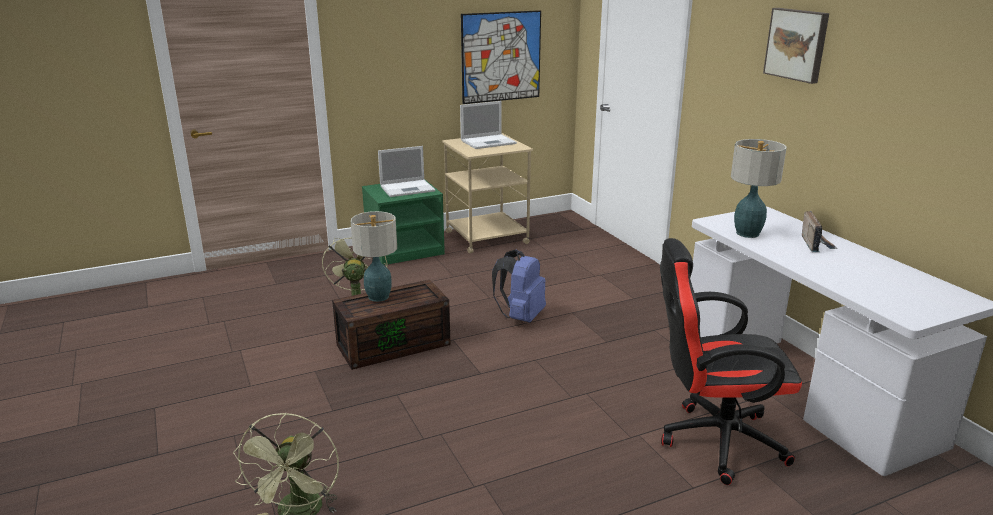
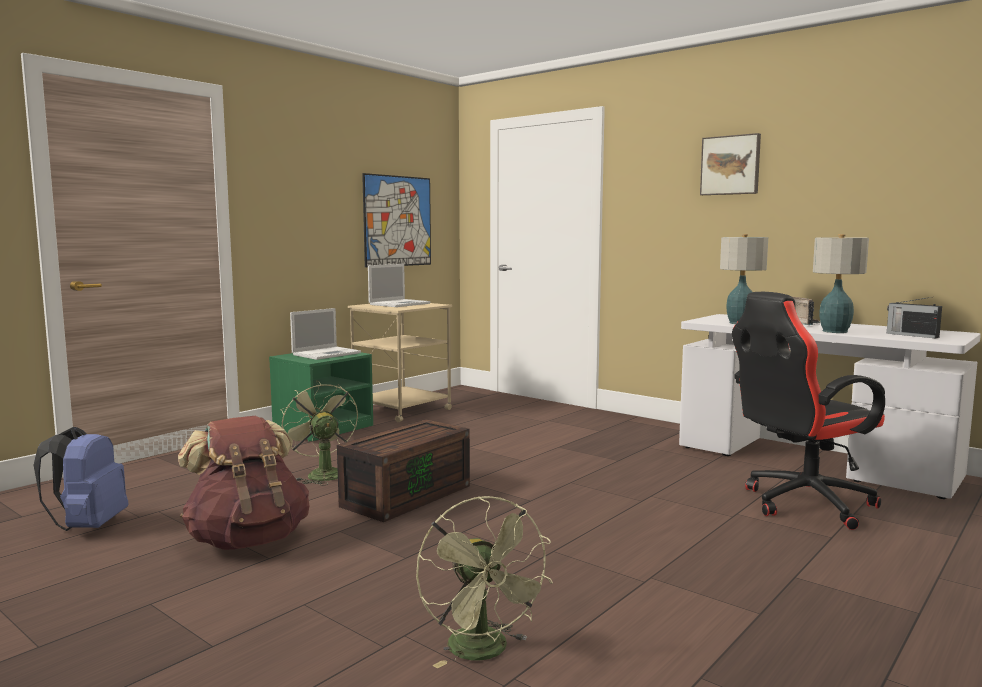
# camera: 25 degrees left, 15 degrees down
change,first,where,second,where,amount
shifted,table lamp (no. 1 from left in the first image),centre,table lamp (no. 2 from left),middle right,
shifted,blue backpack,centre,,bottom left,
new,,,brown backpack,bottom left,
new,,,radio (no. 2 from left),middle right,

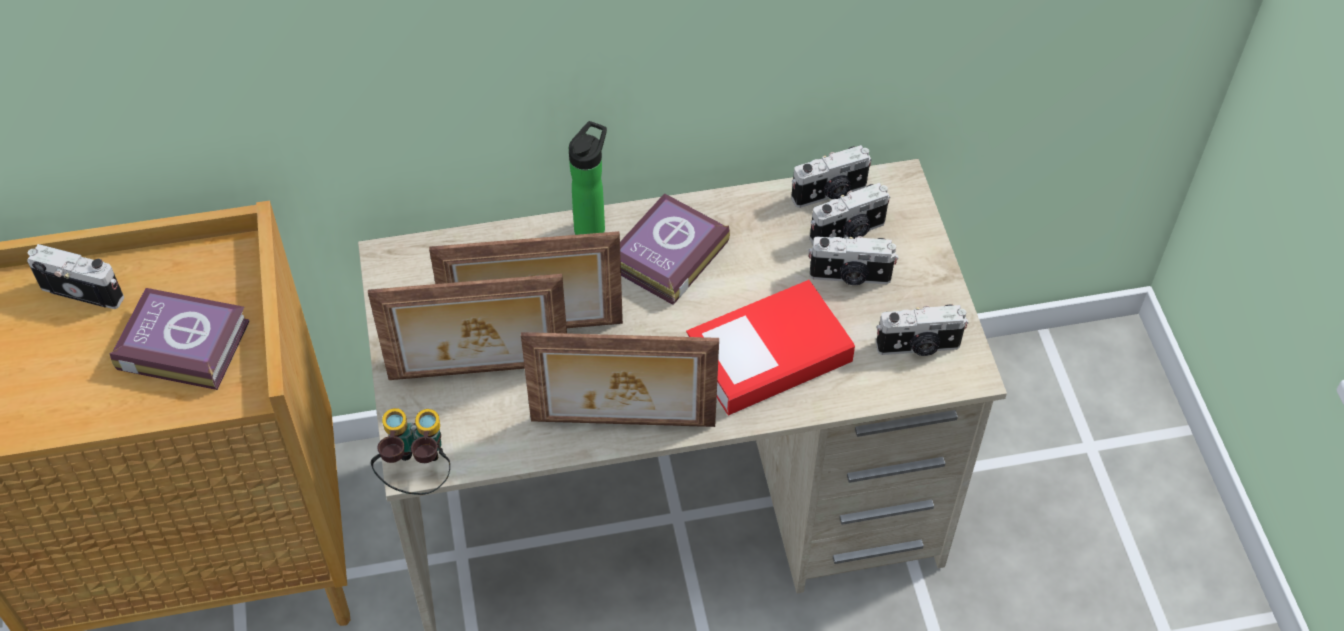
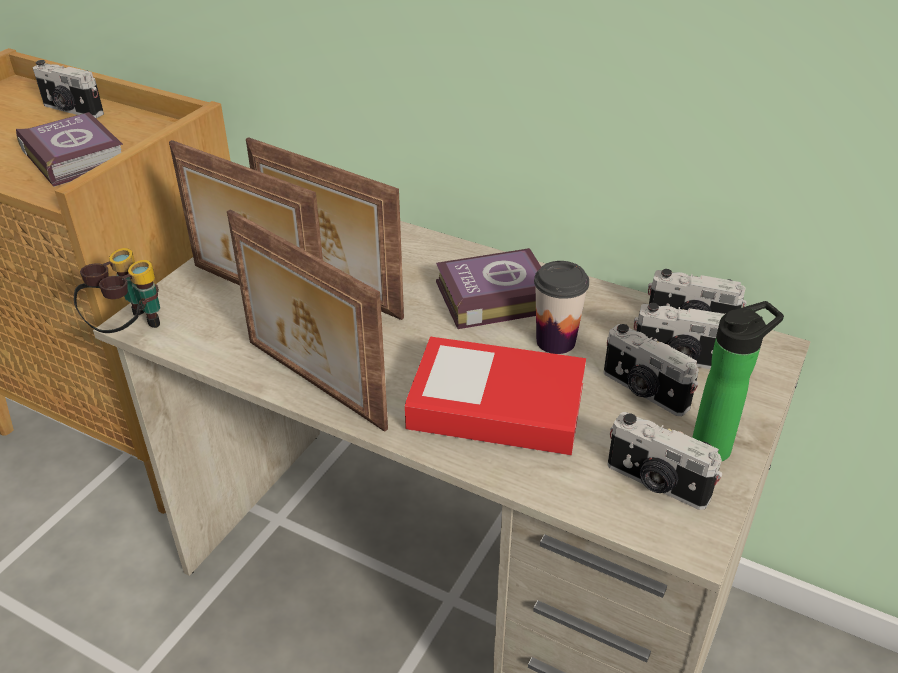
# camera: 40 degrees right, 15 degrees down
change,first,where,second,where,amount
rotated,photo camera (no. 1 from left),middle left,,top left,150 degrees clockwise
shifted,bottle,top centre,,middle right,
new,,,cup,centre,

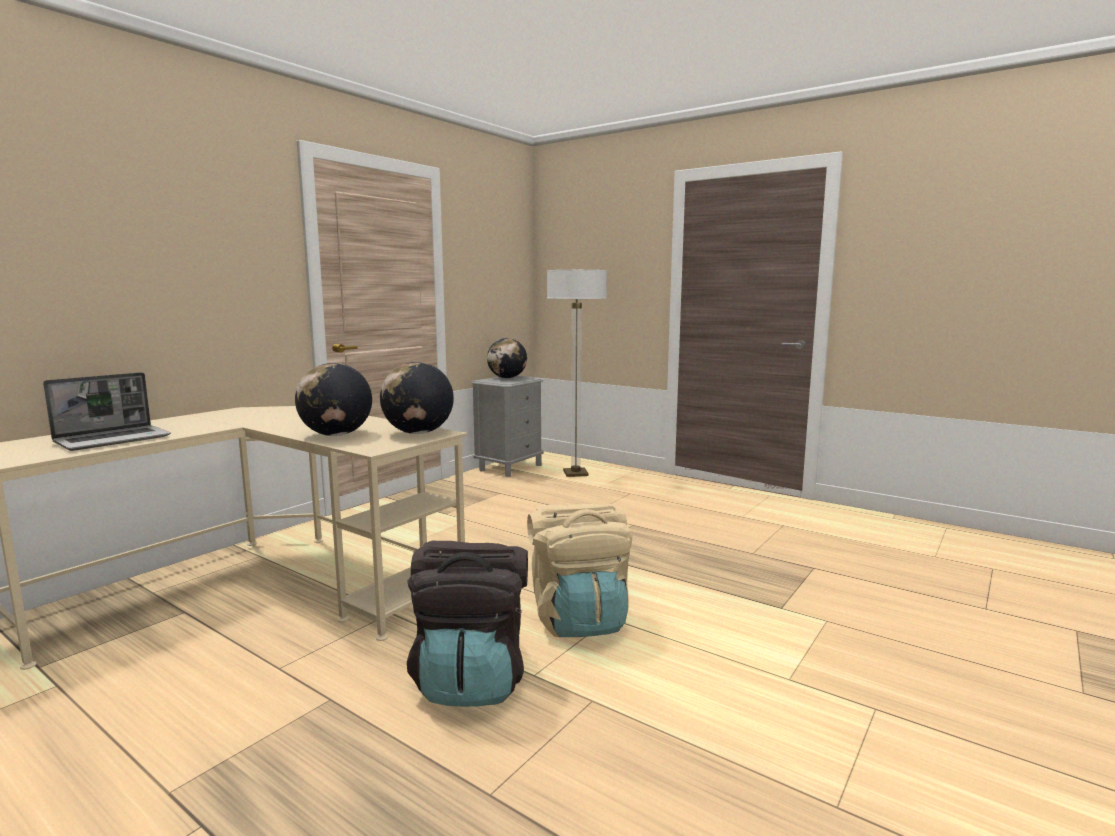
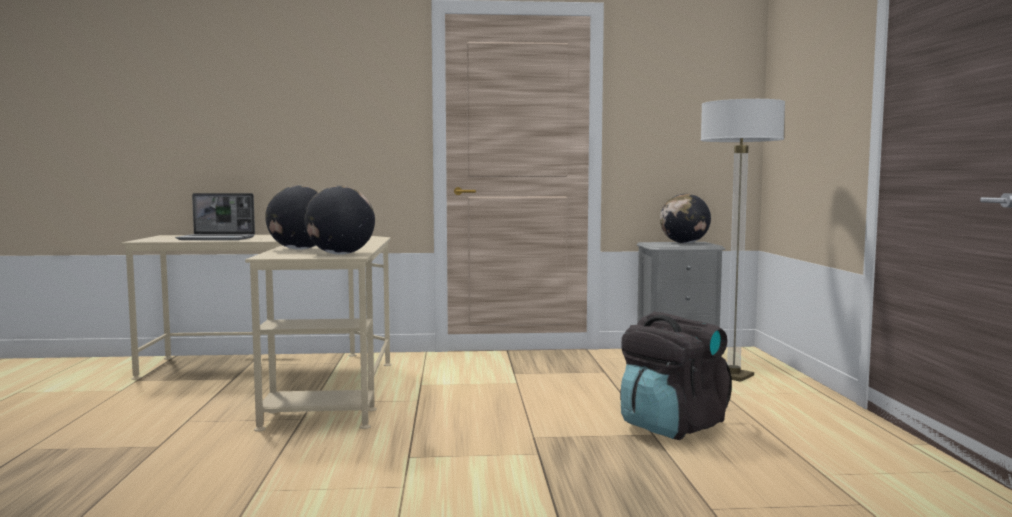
# camera: 50 degrees right, 5 degrees down
change,first,where,second,where,amount
shifted,black backpack,bottom centre,,bottom right,
gone,beige backpack,bottom centre,,,

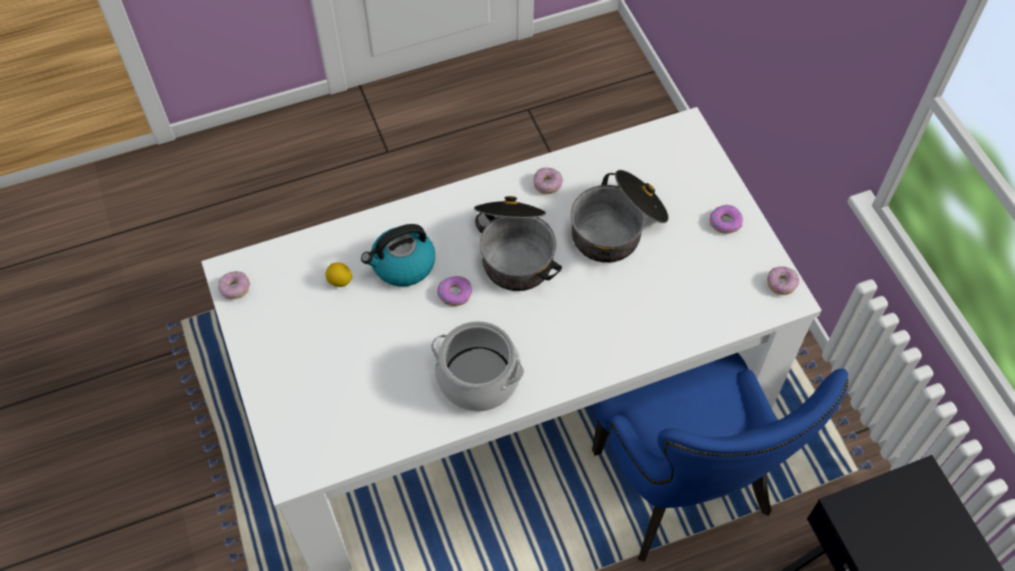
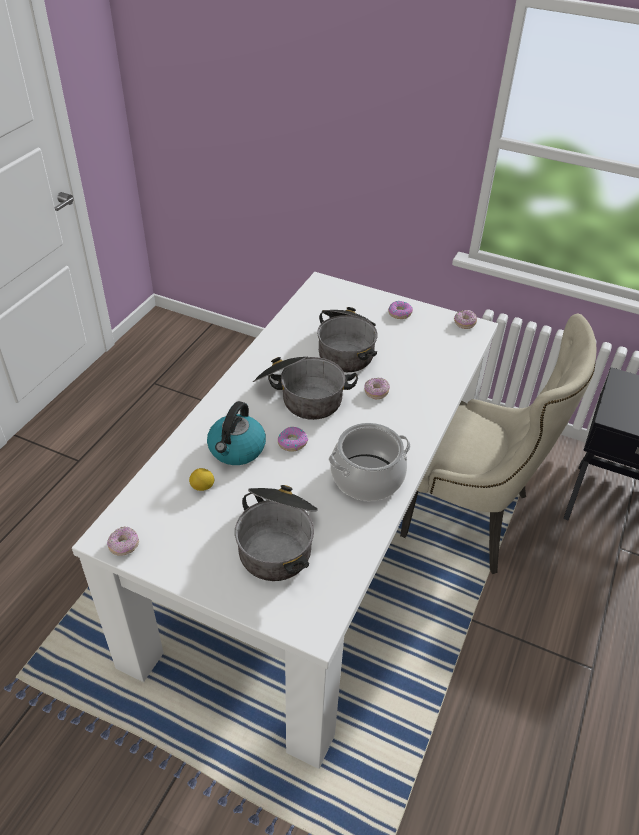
# camera: 45 degrees left, 15 degrees down
change,first,where,second,where,amount
shifted,donut (no. 3 from left),top centre,,centre,
repainted,blue chair,bottom right,beige chair,middle right,
new,,,cooking pot (no. 1 from left),centre,

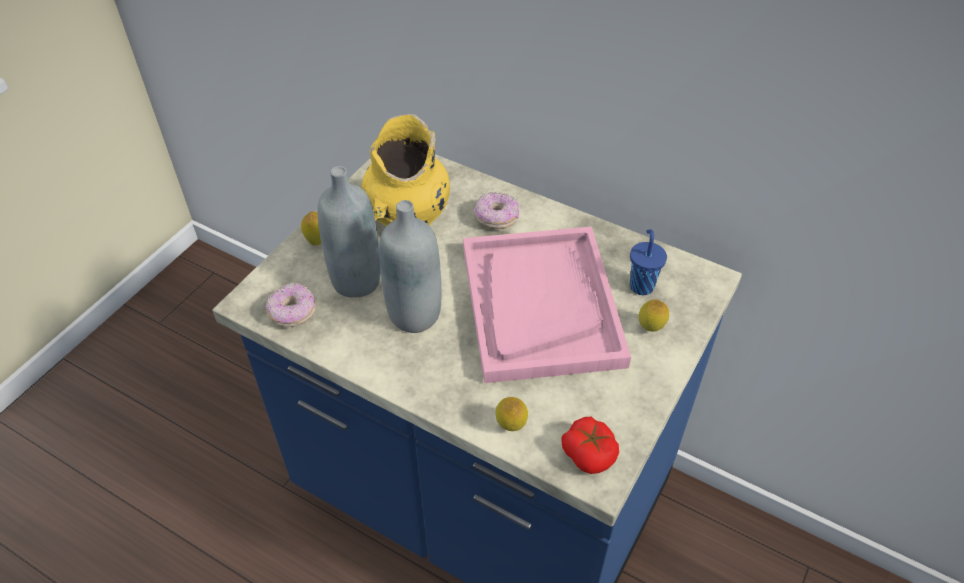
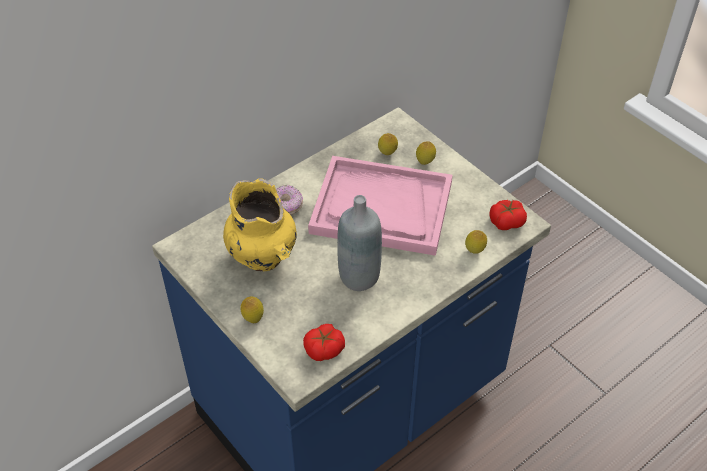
# camera: 70 degrees left, 0 degrees up
change,first,where,second,where,amount
swapped,donut (no. 1 from left),middle left,tomato (no. 1 from left),bottom centre,
gone,grey bottle (no. 1 from left),centre,,,
swapped,blue cup,middle right,lemon (no. 2 from left),top centre,

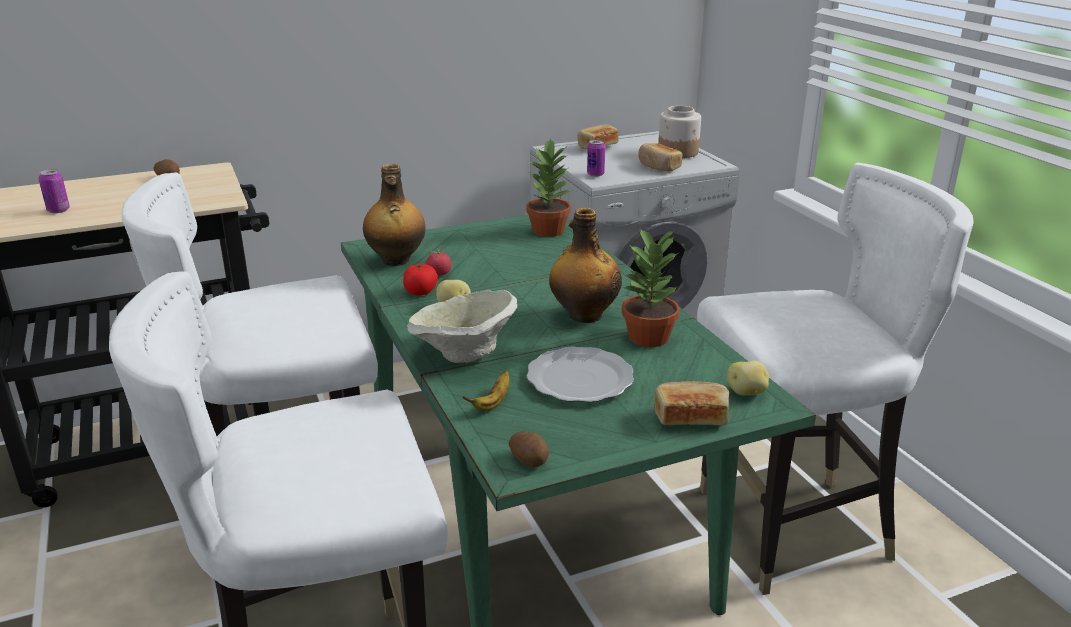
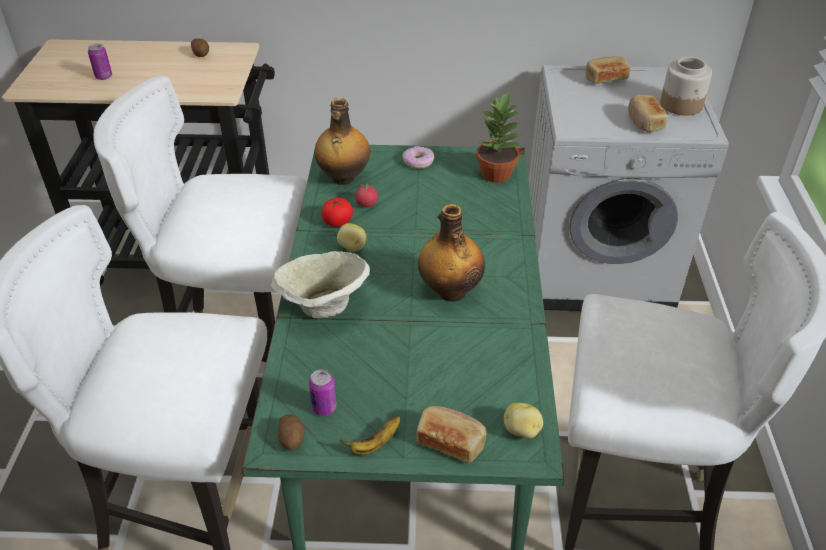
# camera: 25 degrees right, 15 degrees up
change,first,where,second,where,amount
shifted,banana,centre,,bottom centre,
gone,plate,centre,,,
shifted,can (no. 2 from left),top centre,,bottom centre,
gone,potted plant (no. 2 from left),centre,,,
new,,,donut,top centre,

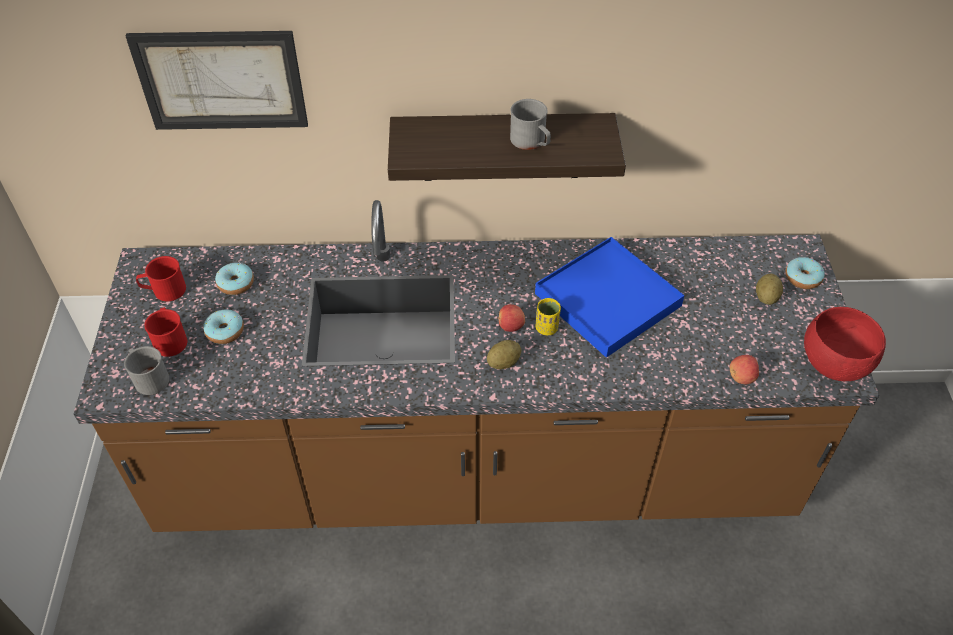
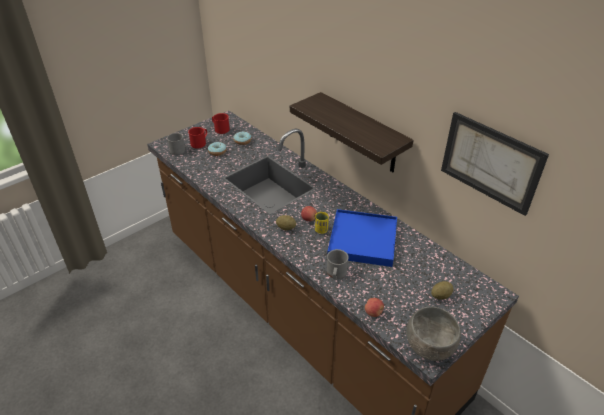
# camera: 50 degrees right, 10 degrees down
change,first,where,second,where,amount
shifted,picture,top left,,middle right,
shifted,grey mug (no. 2 from left),top centre,,centre,
gone,donut (no. 3 from left),middle right,,,
repainted,red bowl,middle right,grey bowl,bottom right,

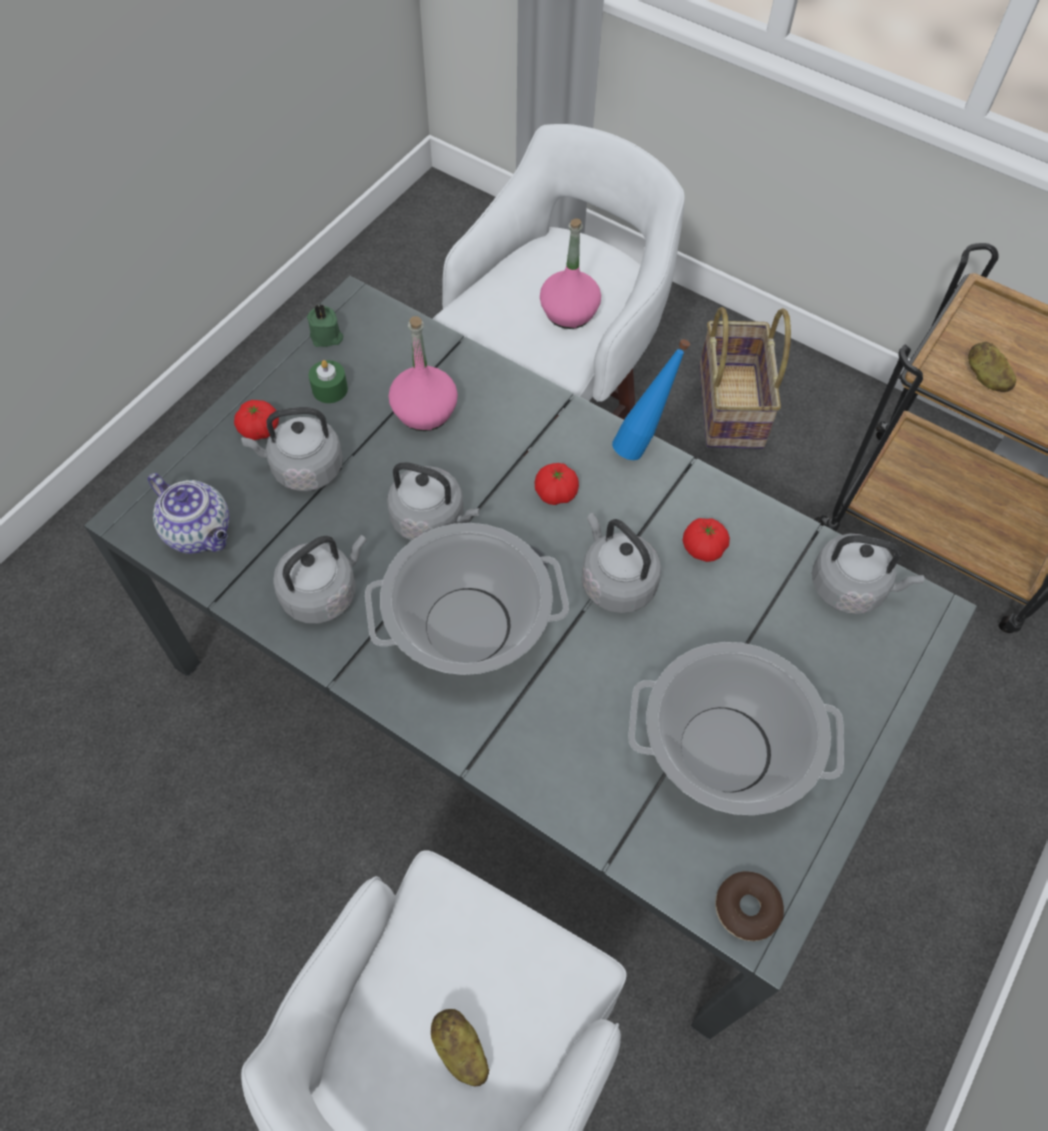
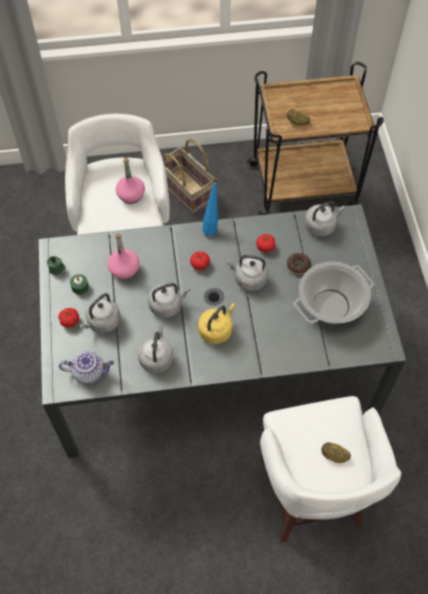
# camera: 40 degrees left, 0 degrees up
change,first,where,second,where,amount
swapped,cooking pot (no. 1 from left),centre,yellow kettle,centre,
shifted,donut,bottom right,,middle right,

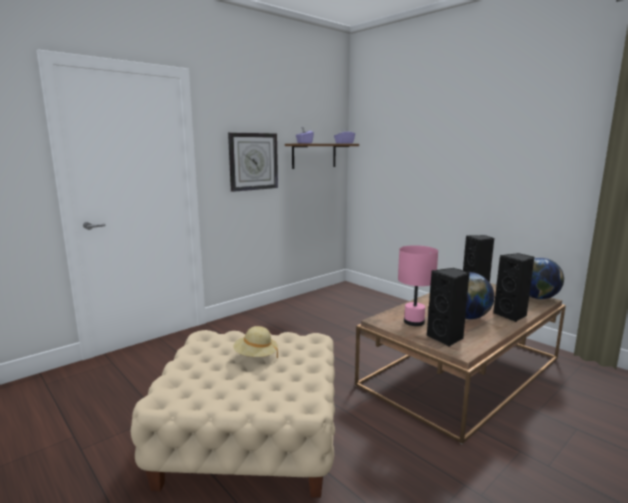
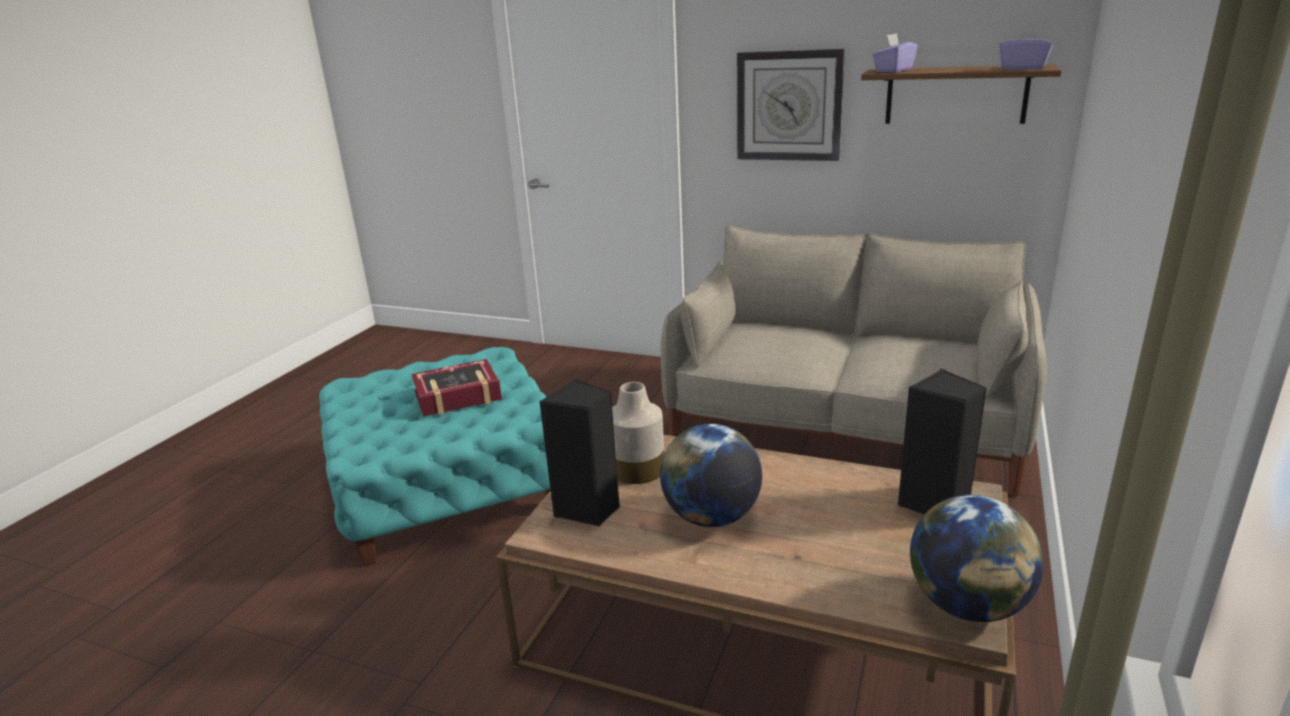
# camera: 65 degrees right, 10 degrees up
change,first,where,second,where,amount
repainted,beige ottoman,bottom centre,turquoise ottoman,centre,
swapped,beige hat,bottom centre,book,centre,
swapped,pink table lamp,centre,beige vase,centre,
gone,black speaker (no. 3 from left),middle right,,,
new,,,beige sofa,centre,

